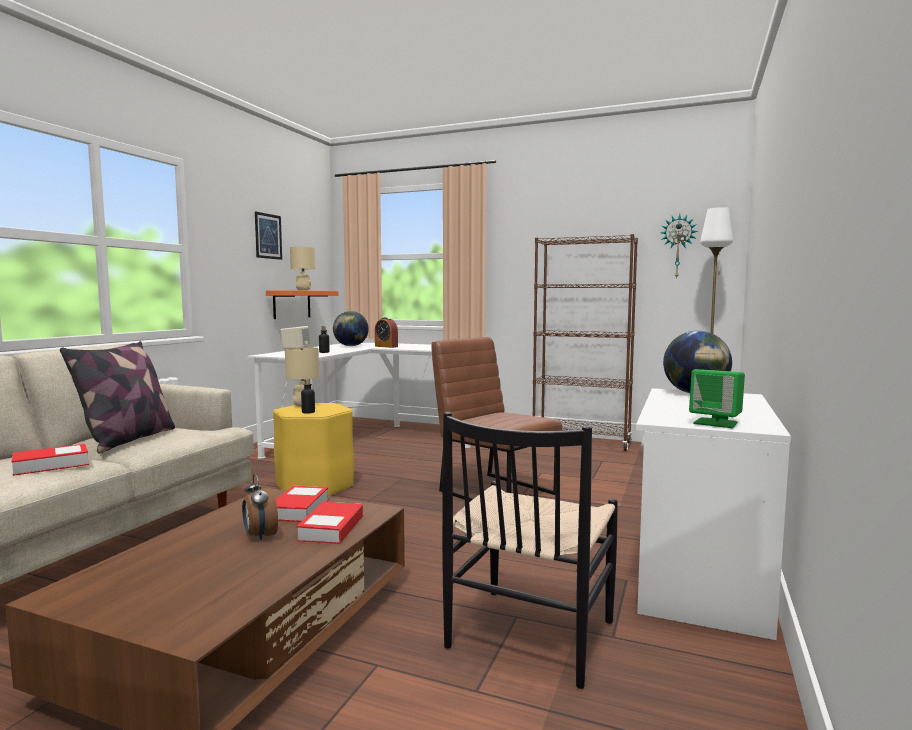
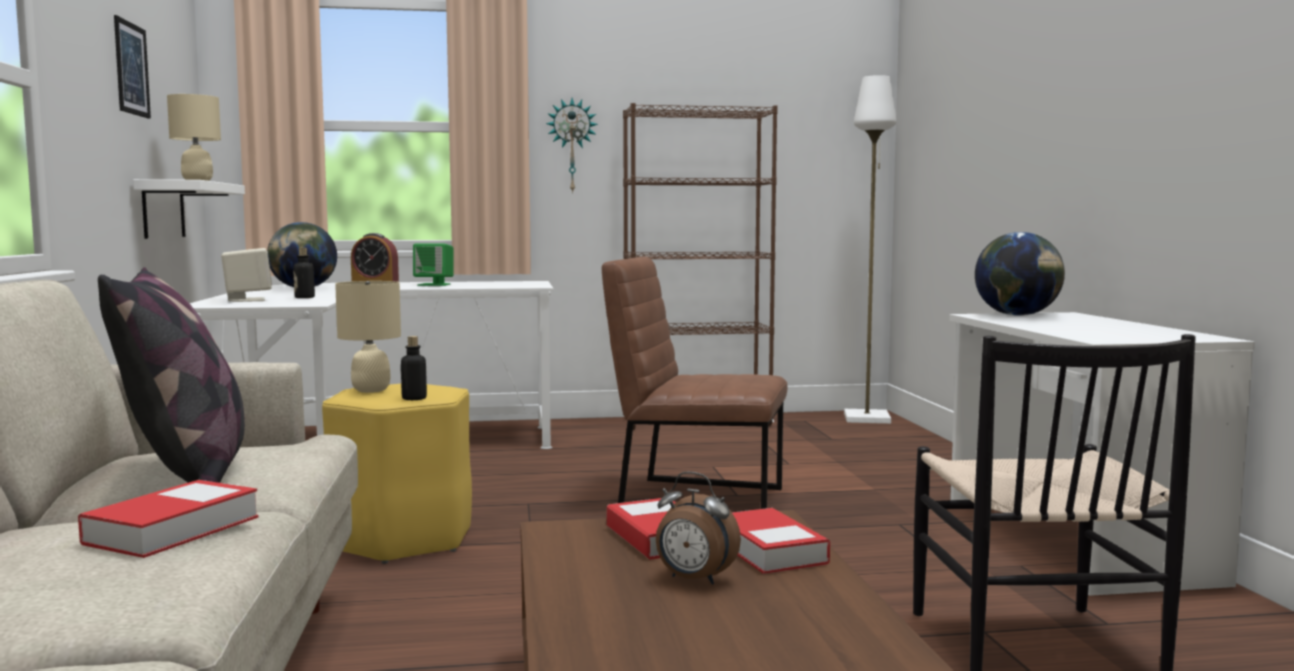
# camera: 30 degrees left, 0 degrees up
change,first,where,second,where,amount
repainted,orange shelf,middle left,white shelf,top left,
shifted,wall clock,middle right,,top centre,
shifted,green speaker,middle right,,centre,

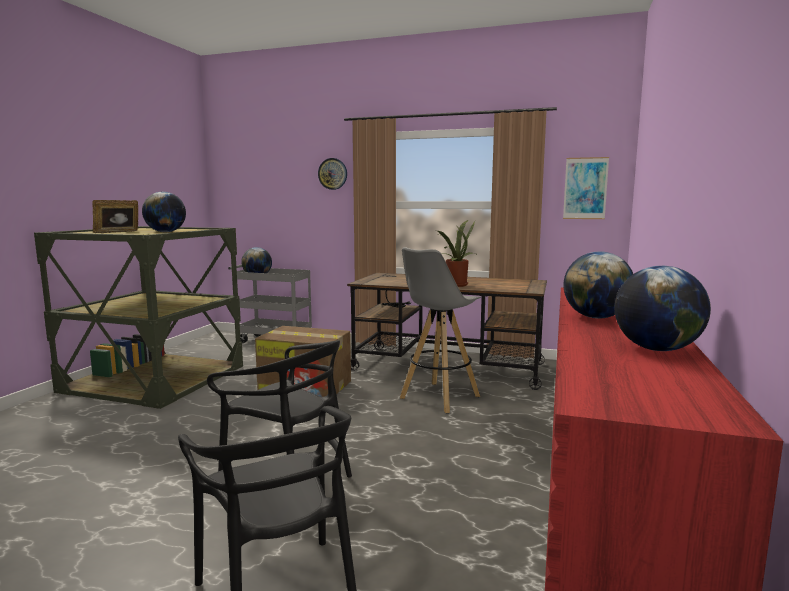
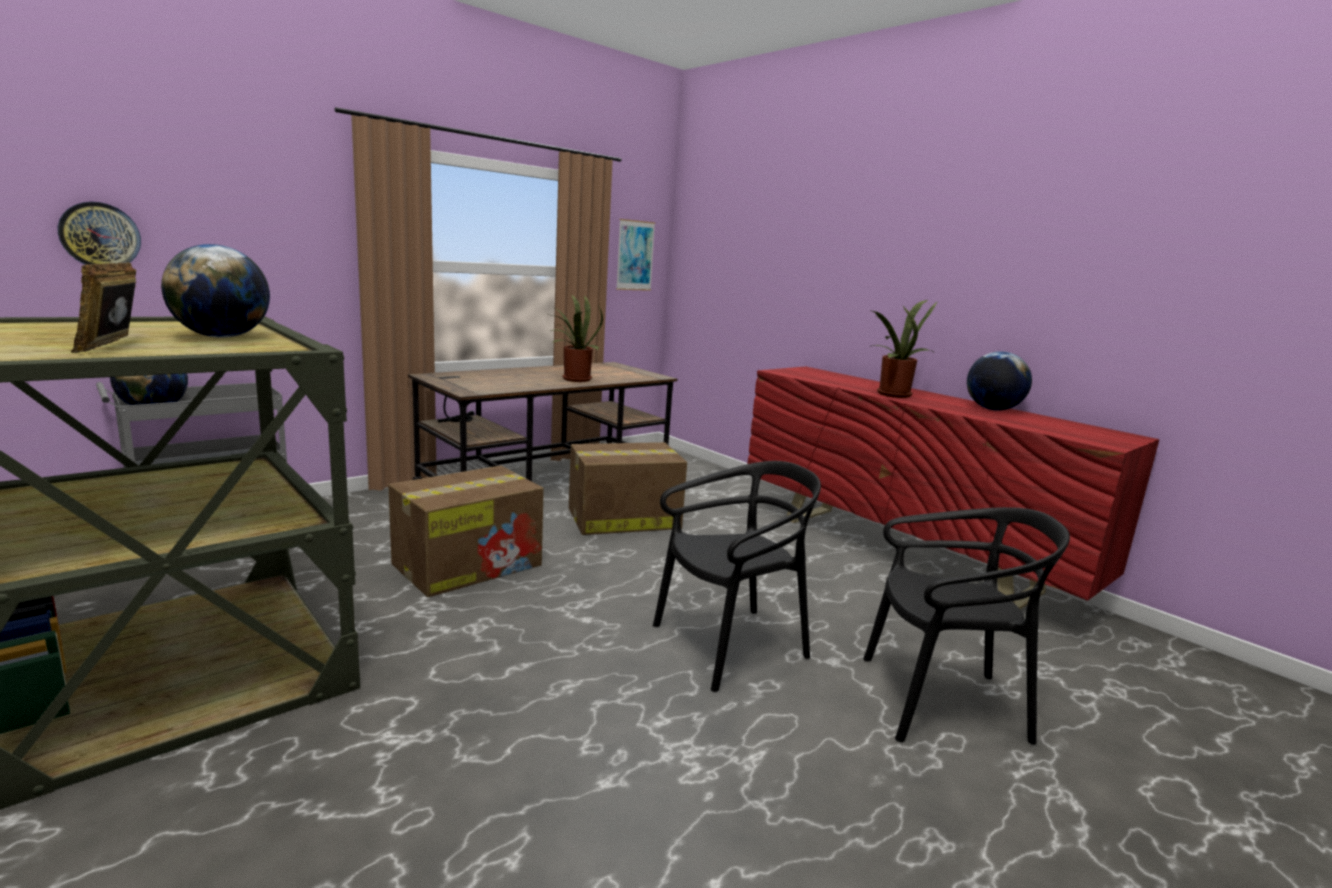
# camera: 60 degrees left, 5 degrees up
change,first,where,second,where,amount
shifted,wall clock,top centre,,top left,
swapped,grey stool,centre,cardboard box (no. 2 from left),centre,
swapped,globe (no. 3 from left),middle right,potted plant (no. 2 from left),middle right,

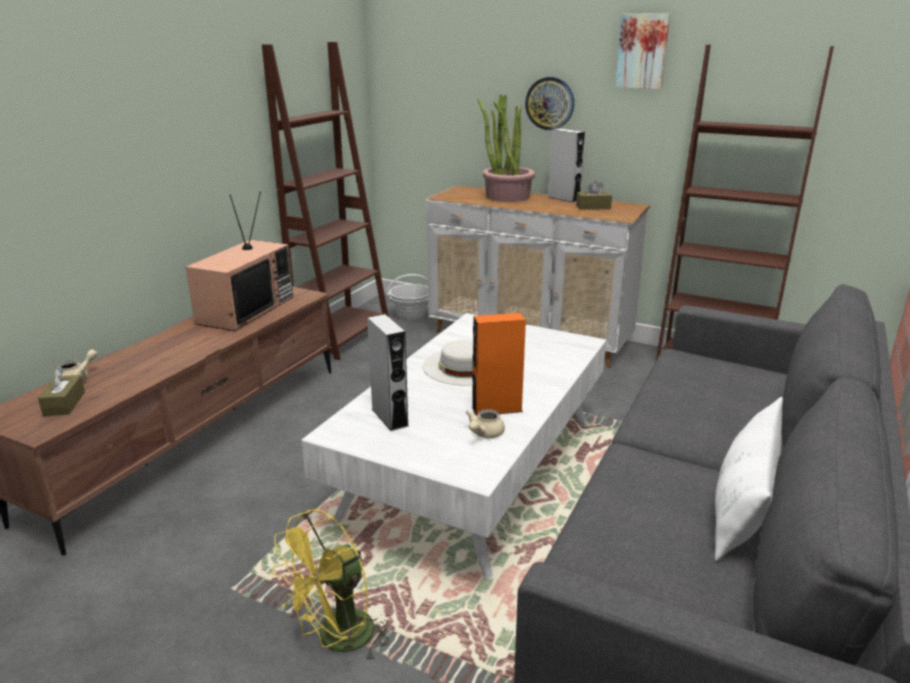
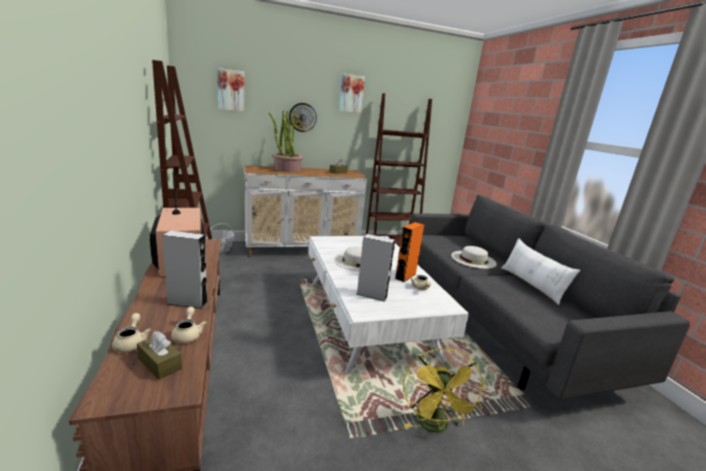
# camera: 45 degrees left, 5 degrees down
change,first,where,second,where,amount
shifted,grey speaker (no. 2 from left in the first image),top centre,grey speaker (no. 1 from left),middle left,
new,,,beige teapot (no. 2 from left),bottom left,
new,,,picture (no. 1 from left),top left,
new,,,white hat (no. 2 from left),middle right,

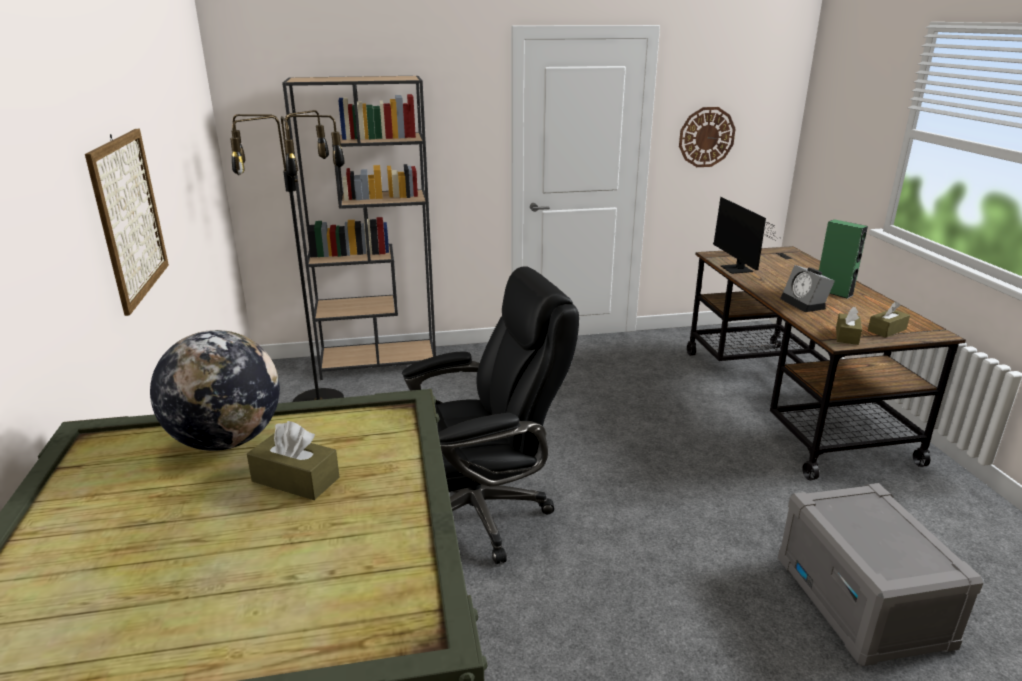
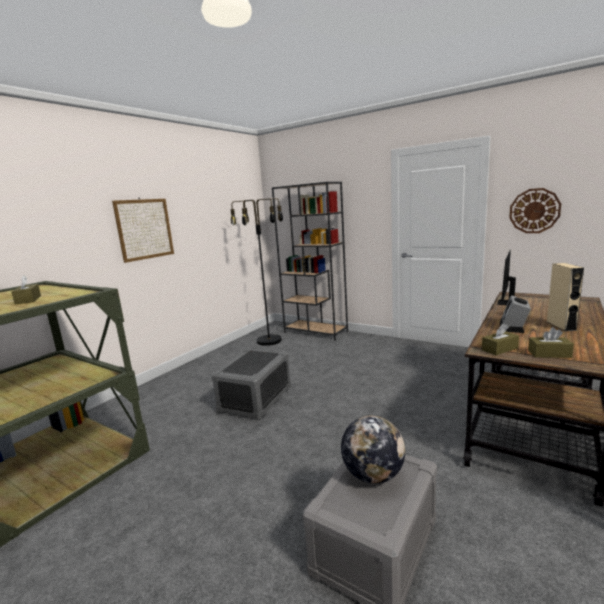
# camera: 45 degrees right, 10 degrees down
change,first,where,second,where,amount
shifted,globe,middle left,,bottom centre,
swapped,black office chair,centre,grey storage box (no. 1 from left),centre,
repainted,green speaker,middle right,beige speaker,middle right,

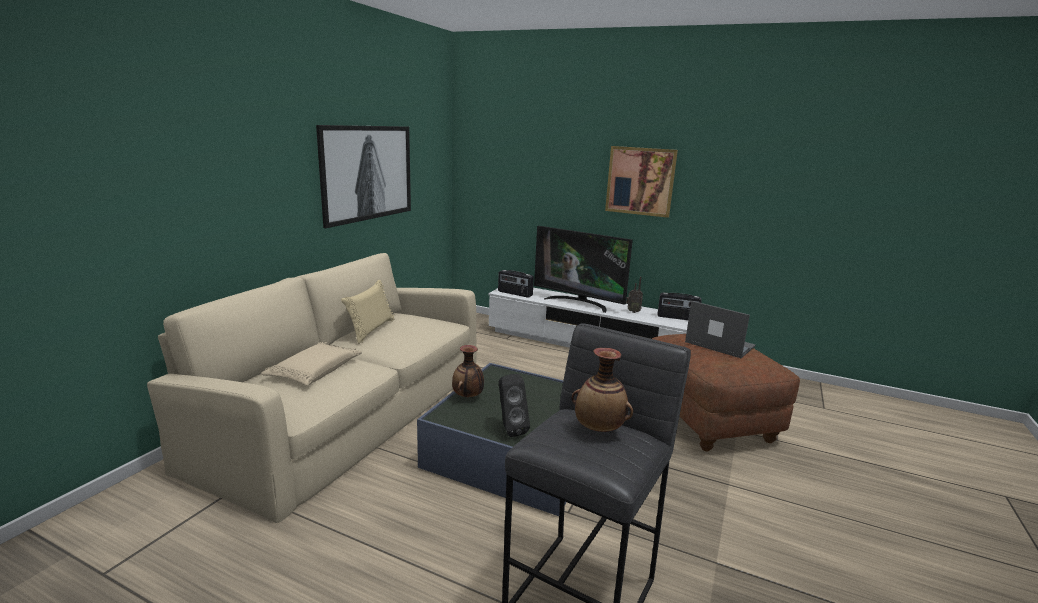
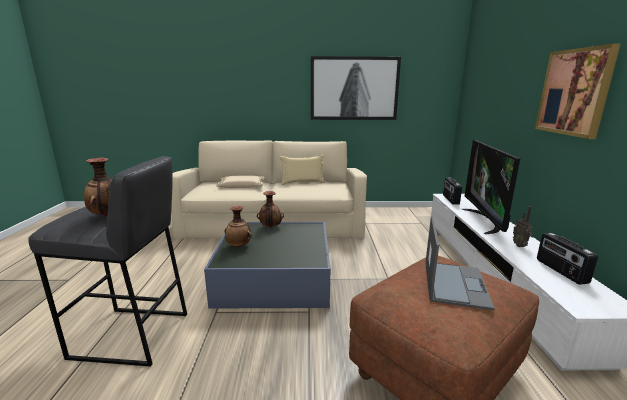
# camera: 65 degrees right, 0 degrees up
change,first,where,second,where,amount
swapped,black speaker,bottom centre,vase (no. 2 from left),centre,

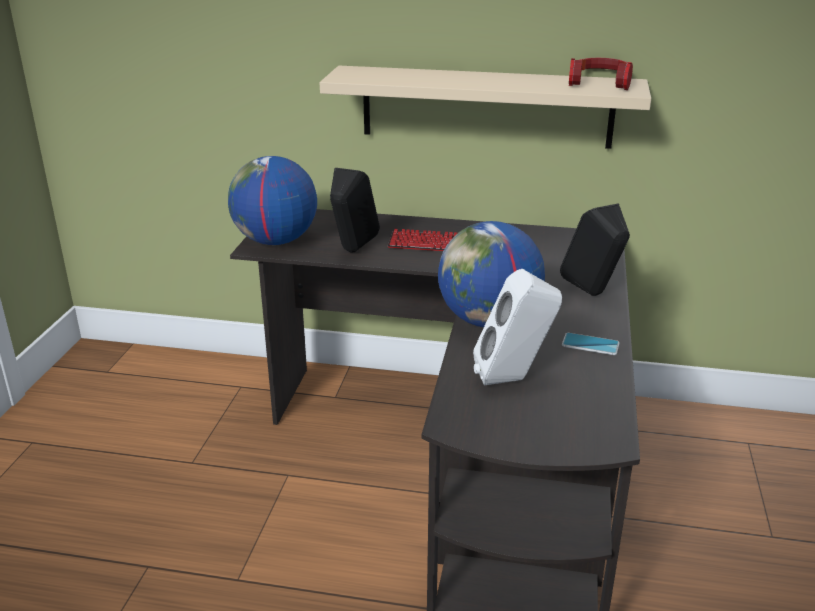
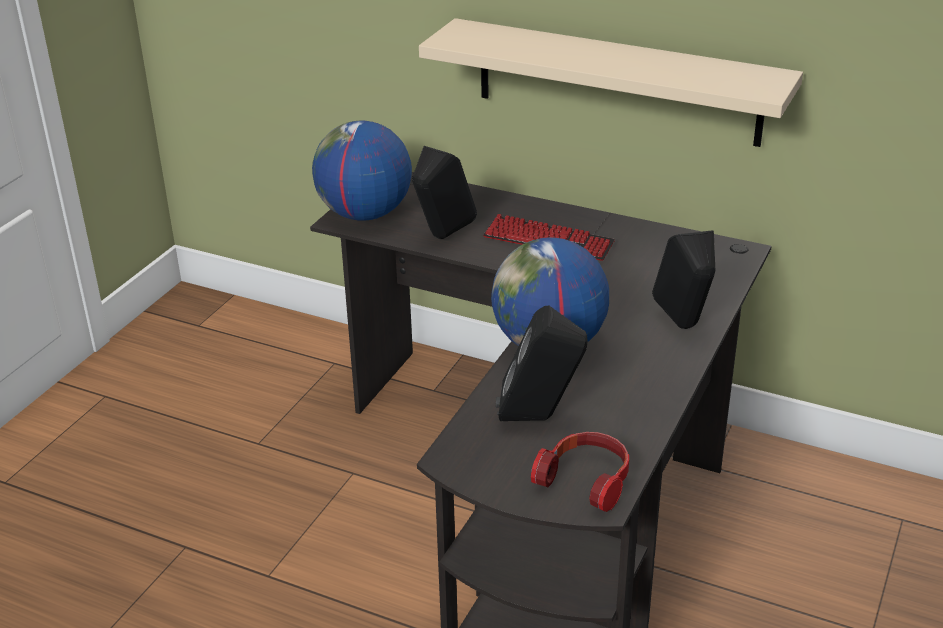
# camera: 15 degrees right, 5 degrees up
change,first,where,second,where,amount
repainted,white speaker,centre,black speaker (no. 2 from left),centre,
gone,phone,middle right,,,
shifted,headphones,top right,,bottom centre,

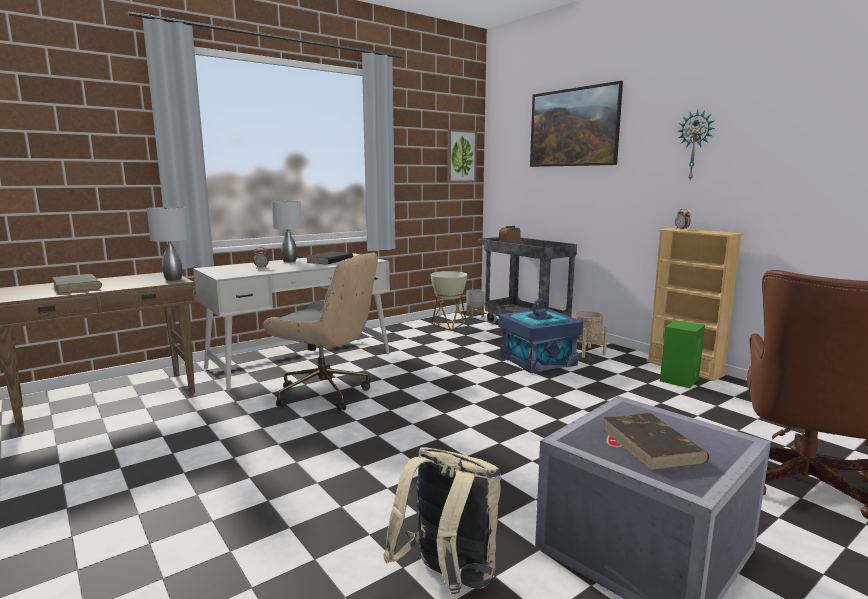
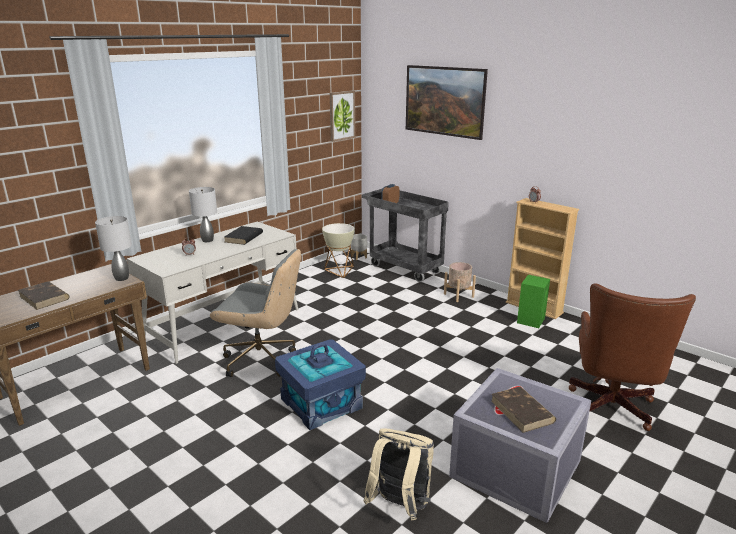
# camera: 10 degrees left, 10 degrees up
change,first,where,second,where,amount
shifted,blue storage box,centre,,bottom centre,
gone,wall clock,top right,,,

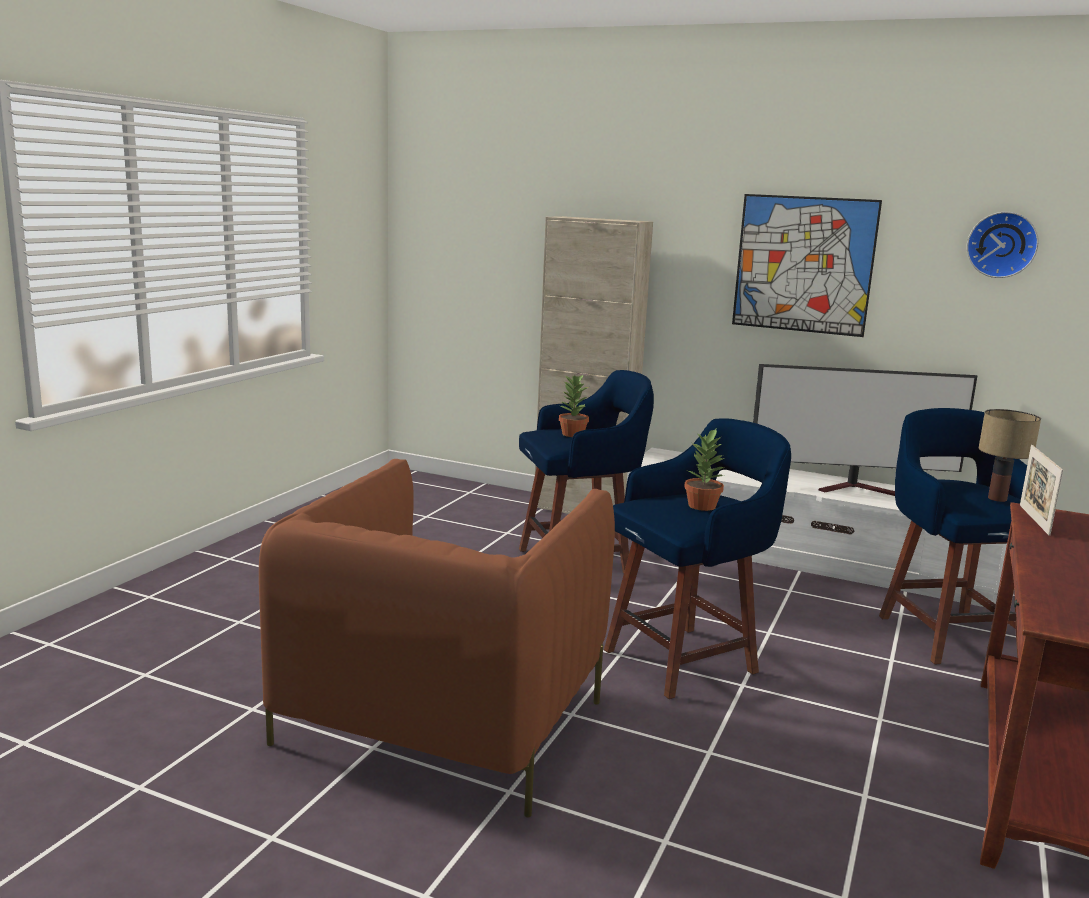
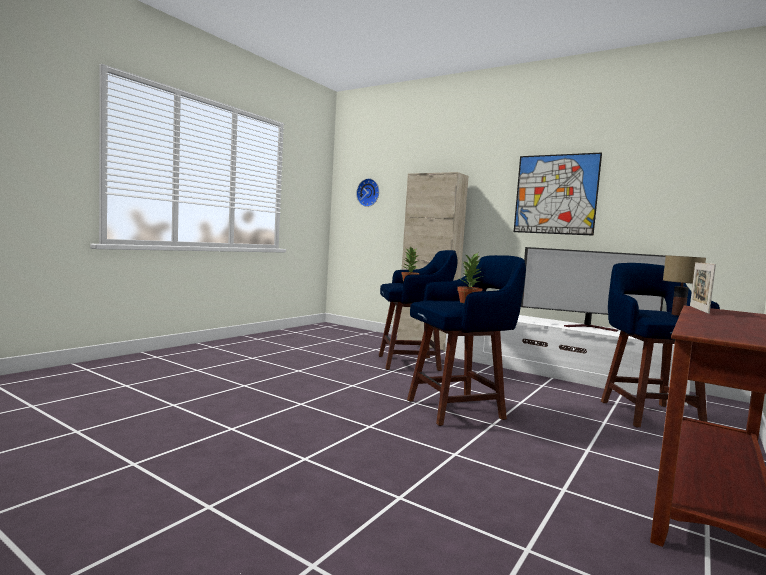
# camera: 10 degrees right, 10 degrees down
change,first,where,second,where,amount
gone,brown armchair,bottom centre,,,
shifted,wall clock,top right,,centre,

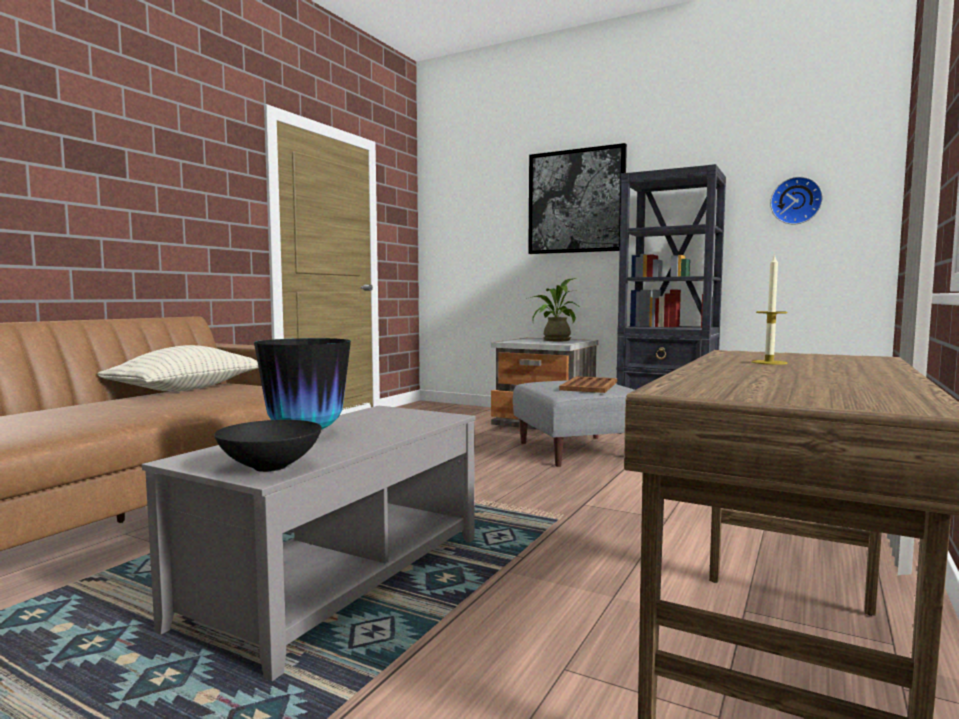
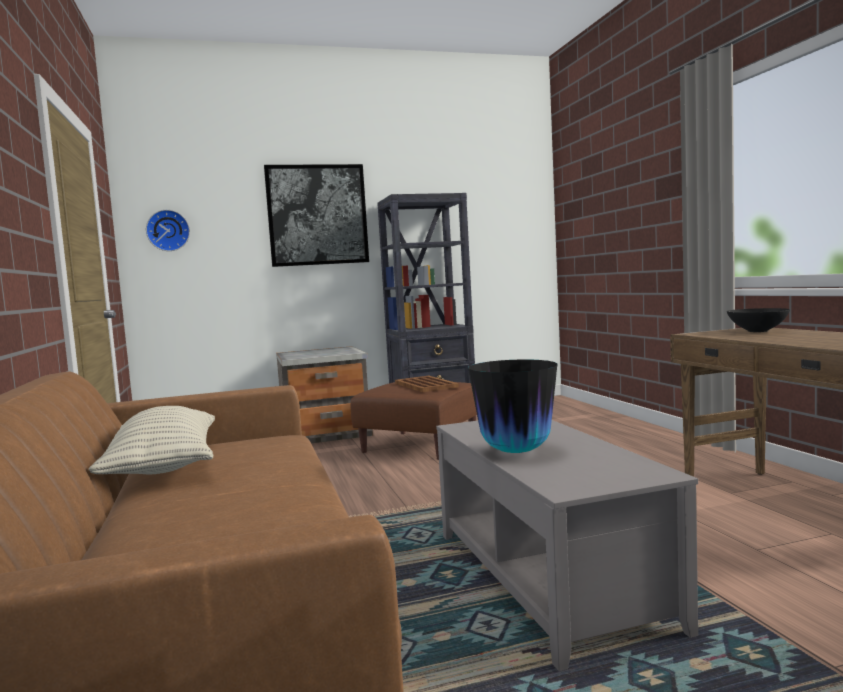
# camera: 45 degrees left, 0 degrees up
change,first,where,second,where,amount
shifted,black bowl,middle left,,middle right,
repainted,grey ottoman,centre,brown ottoman,centre,
gone,potted plant,centre,,,
gone,candle,middle right,,,
shifted,wall clock,top right,,top left,

